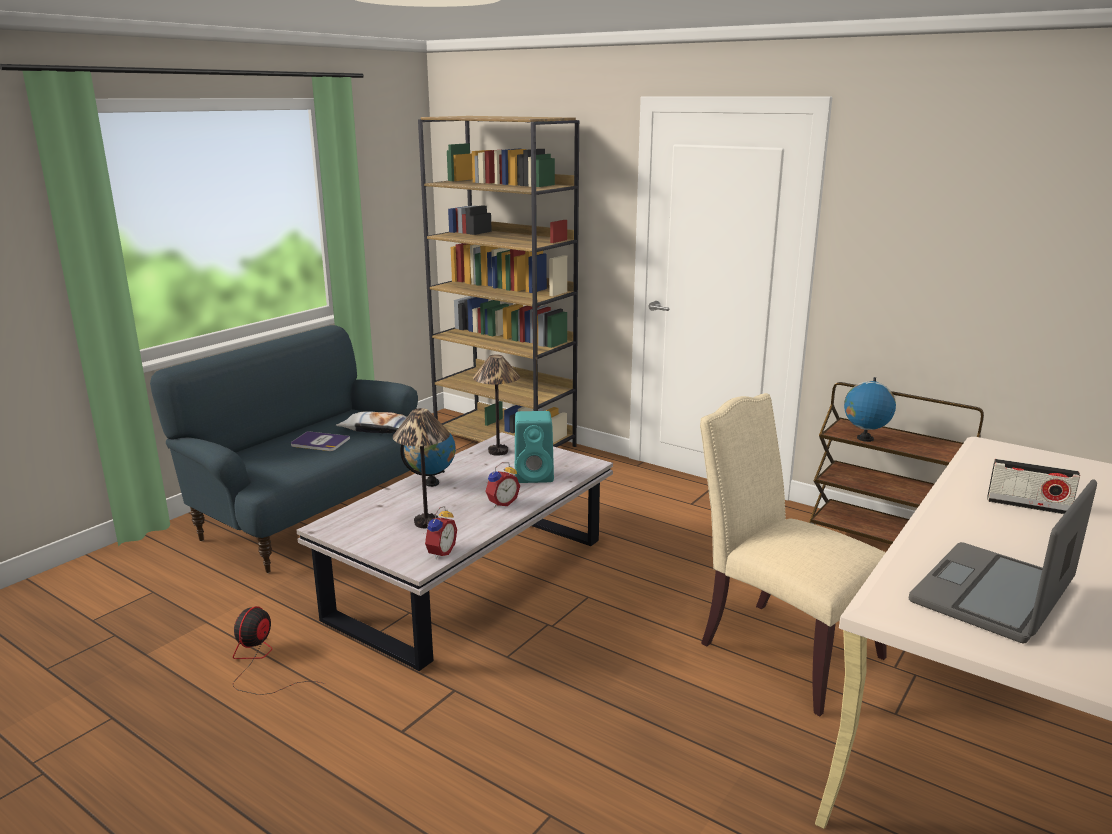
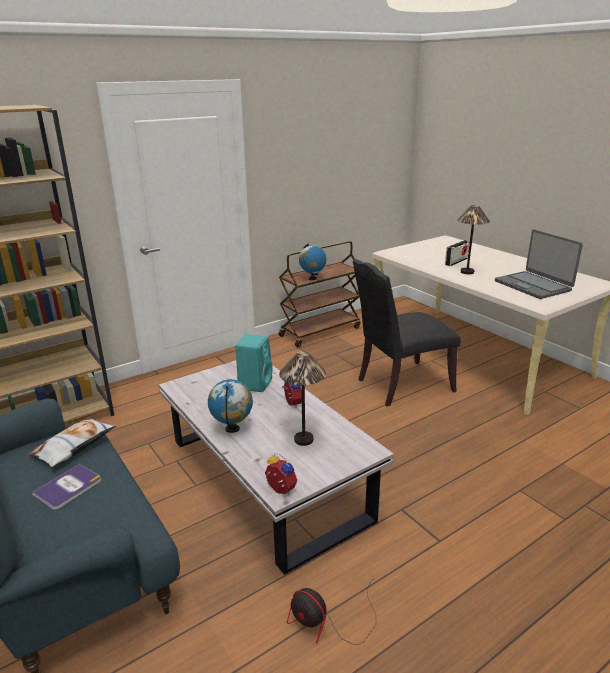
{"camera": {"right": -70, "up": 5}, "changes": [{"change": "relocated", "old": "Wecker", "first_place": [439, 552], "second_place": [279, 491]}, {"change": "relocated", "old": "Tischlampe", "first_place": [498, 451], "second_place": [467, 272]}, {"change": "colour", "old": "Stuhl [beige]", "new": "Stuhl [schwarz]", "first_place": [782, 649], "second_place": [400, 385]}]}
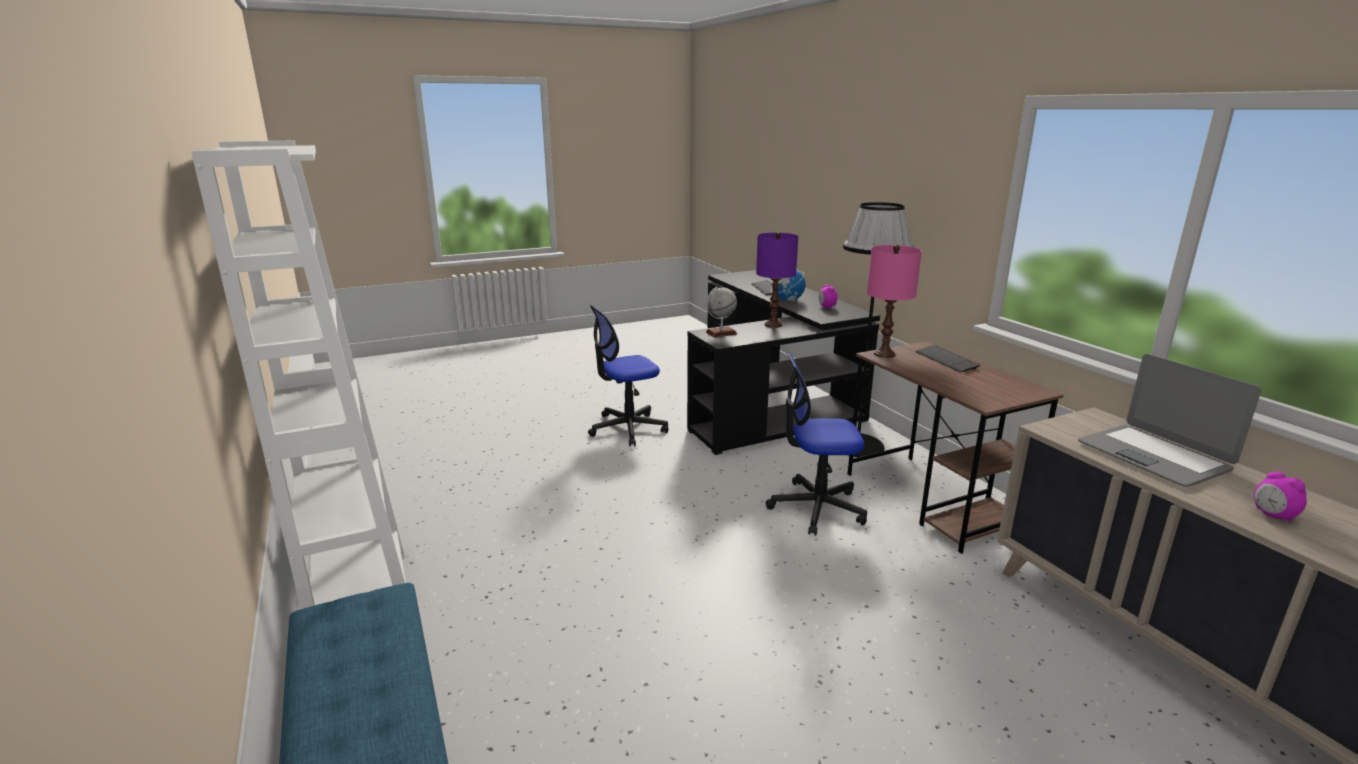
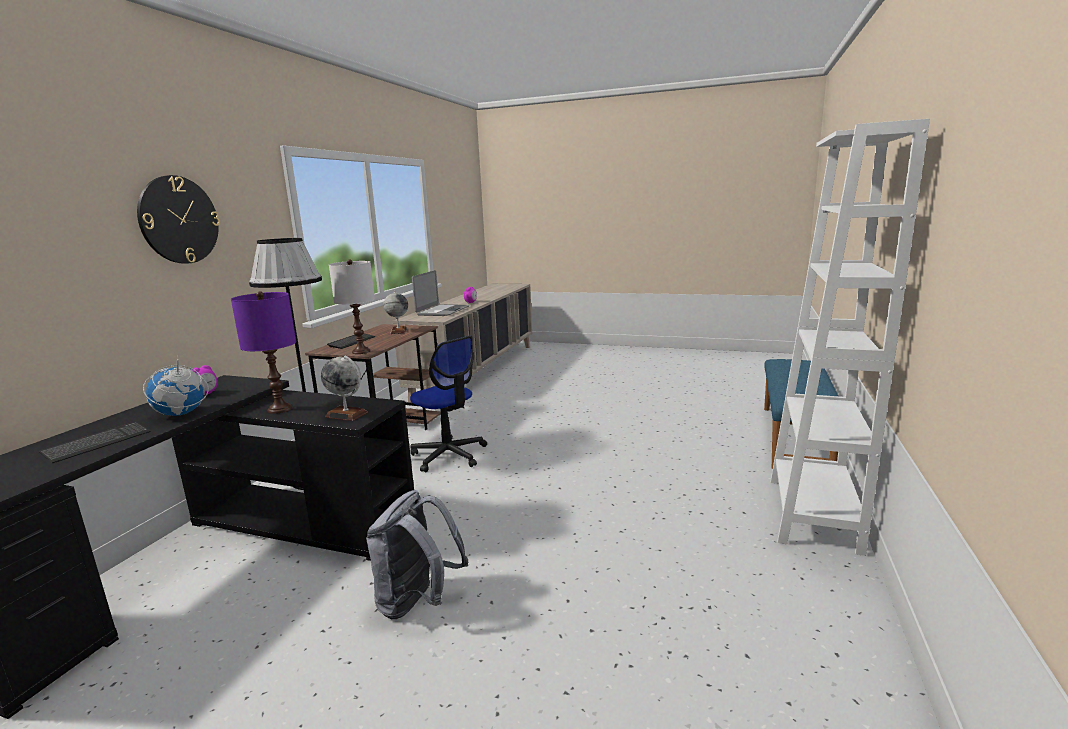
{"camera": {"right": -135, "up": -5}, "changes": [{"change": "exchanged", "old": "Bürostuhl", "new": "Rucksack [grau]", "first_place": [627, 428], "second_place": [417, 602]}, {"change": "colour", "old": "Tischlampe [rosa]", "new": "Tischlampe [weiß]", "first_place": [884, 354], "second_place": [361, 352]}, {"change": "appeared", "new": "Wanduhr", "second_place": [179, 220]}, {"change": "appeared", "new": "Globus", "second_place": [398, 331]}]}
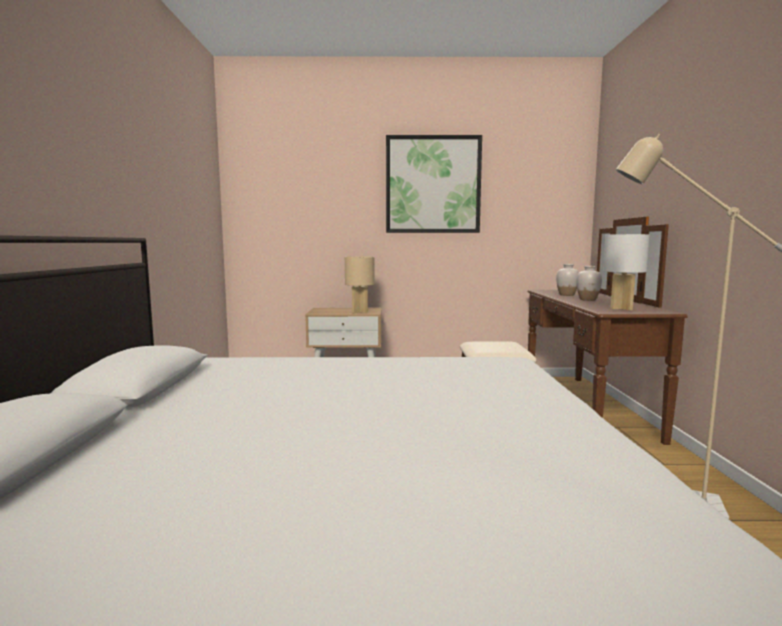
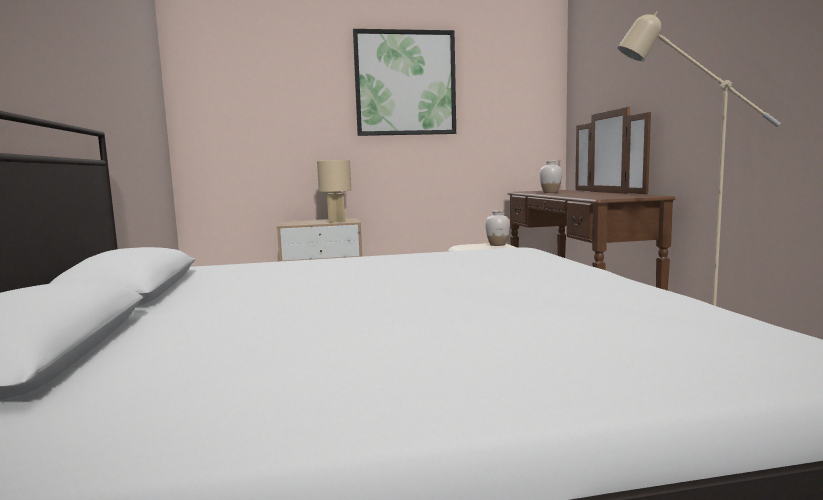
{"camera": {"right": -10, "up": 0}, "changes": [{"change": "relocated", "old": "Vase [weiß]", "first_place": [588, 299], "second_place": [497, 245]}, {"change": "missing", "old": "Tischlampe [weiß]", "first_place": [622, 308]}]}
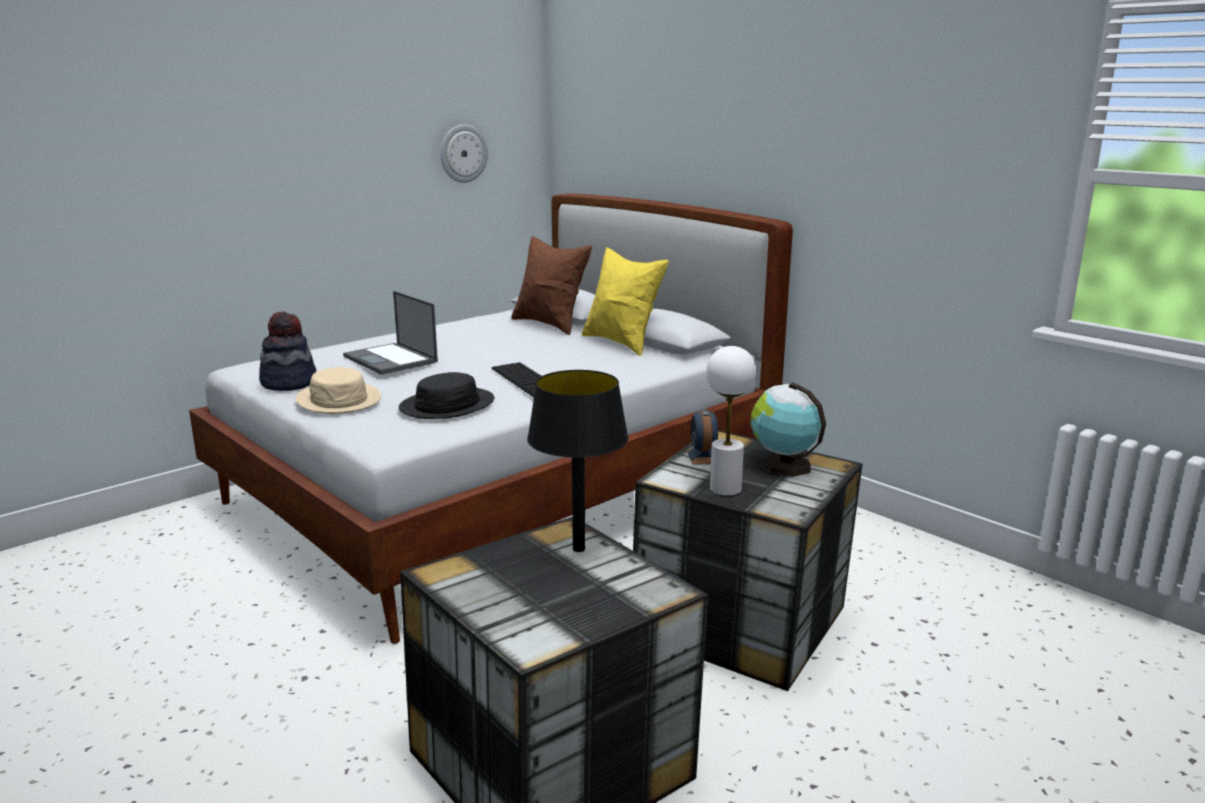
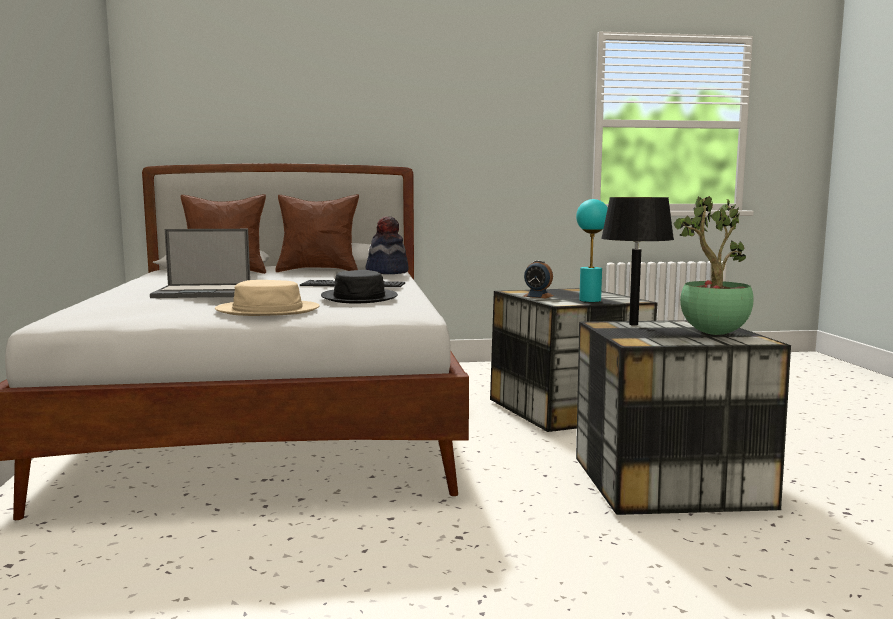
{"camera": {"right": -55, "up": -10}, "changes": [{"change": "relocated", "old": "Hut", "first_place": [289, 383], "second_place": [386, 272]}, {"change": "missing", "old": "Wanduhr", "first_place": [463, 153]}, {"change": "colour", "old": "Kissen [gelb]", "new": "Kissen [braun]", "first_place": [622, 343], "second_place": [318, 271]}, {"change": "colour", "old": "Tischlampe [weiß]", "new": "Tischlampe [türkis]", "first_place": [726, 489], "second_place": [590, 300]}, {"change": "missing", "old": "Globus", "first_place": [783, 465]}, {"change": "appeared", "new": "Topfpflanze", "second_place": [713, 334]}]}
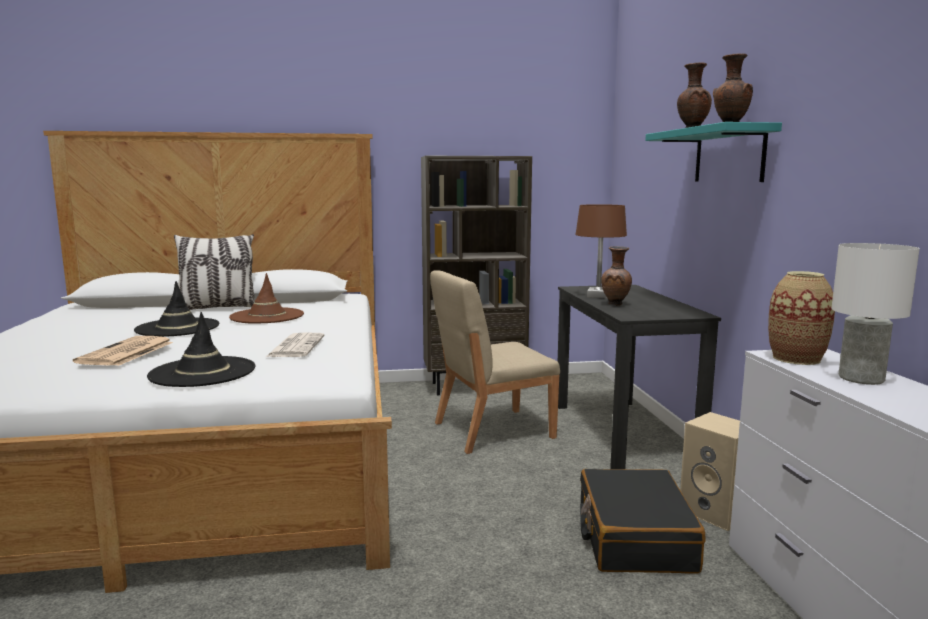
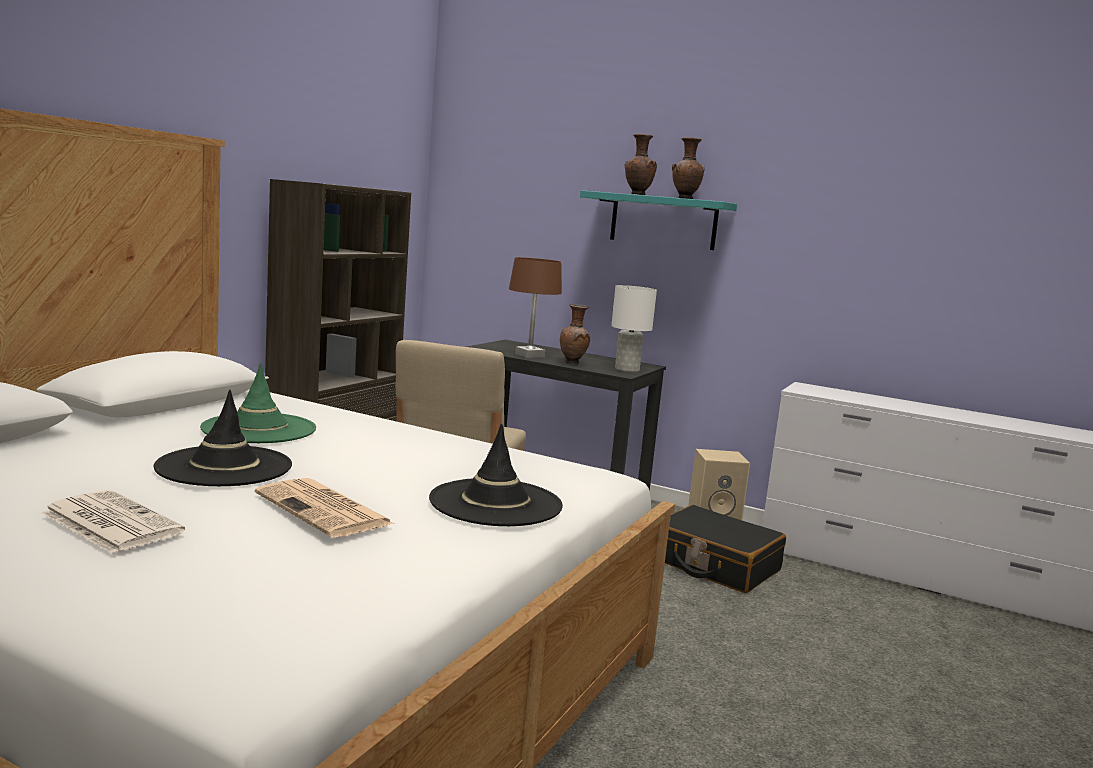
{"camera": {"right": -55, "up": 0}, "changes": [{"change": "missing", "old": "Kissen", "first_place": [217, 308]}, {"change": "colour", "old": "Hut [braun]", "new": "Hut [grün]", "first_place": [267, 316], "second_place": [259, 429]}, {"change": "relocated", "old": "Zeitung", "first_place": [296, 346], "second_place": [109, 522]}, {"change": "missing", "old": "Vase", "first_place": [796, 358]}, {"change": "relocated", "old": "Tischlampe [weiß]", "first_place": [862, 378], "second_place": [627, 369]}]}
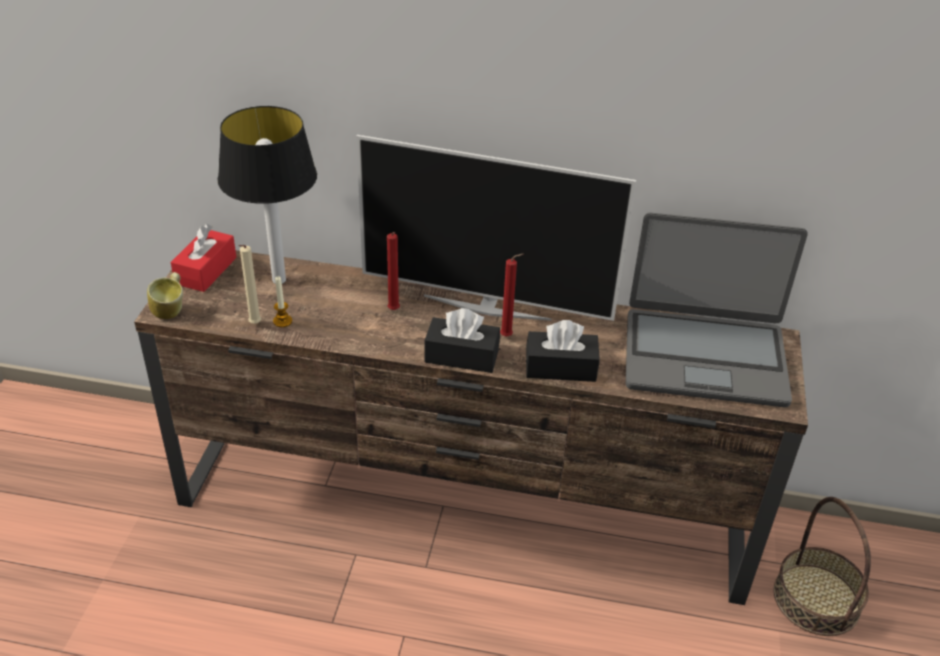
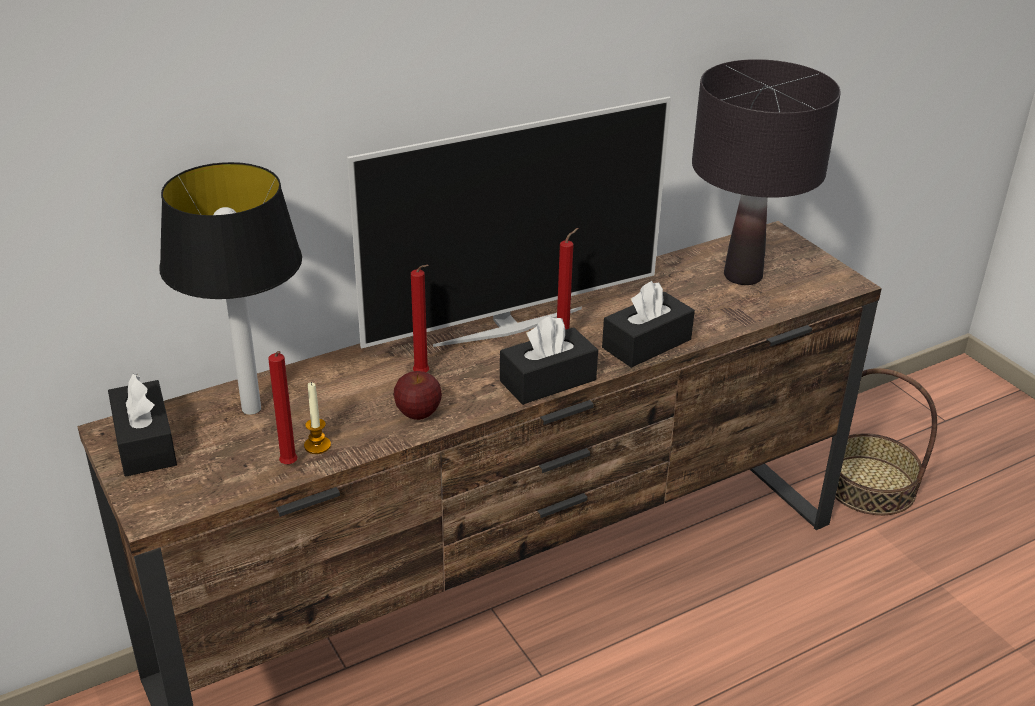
{"camera": {"right": -40, "up": -5}, "changes": [{"change": "missing", "old": "Henkelbecher", "first_place": [171, 310]}, {"change": "colour", "old": "Taschentuchbox [rot]", "new": "Taschentuchbox [schwarz]", "first_place": [206, 271], "second_place": [145, 443]}, {"change": "colour", "old": "Kerze [beige]", "new": "Kerze [rot]", "first_place": [254, 325], "second_place": [289, 466]}, {"change": "exchanged", "old": "Laptop", "new": "Tischlampe [schwarz]", "first_place": [704, 357], "second_place": [743, 275]}, {"change": "appeared", "new": "Apfel", "second_place": [417, 413]}]}
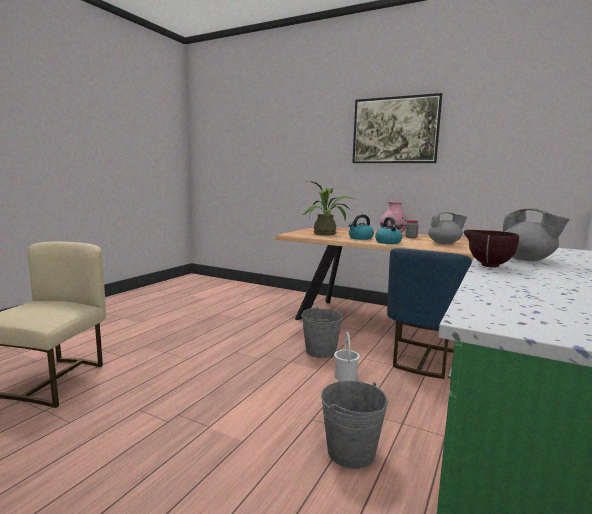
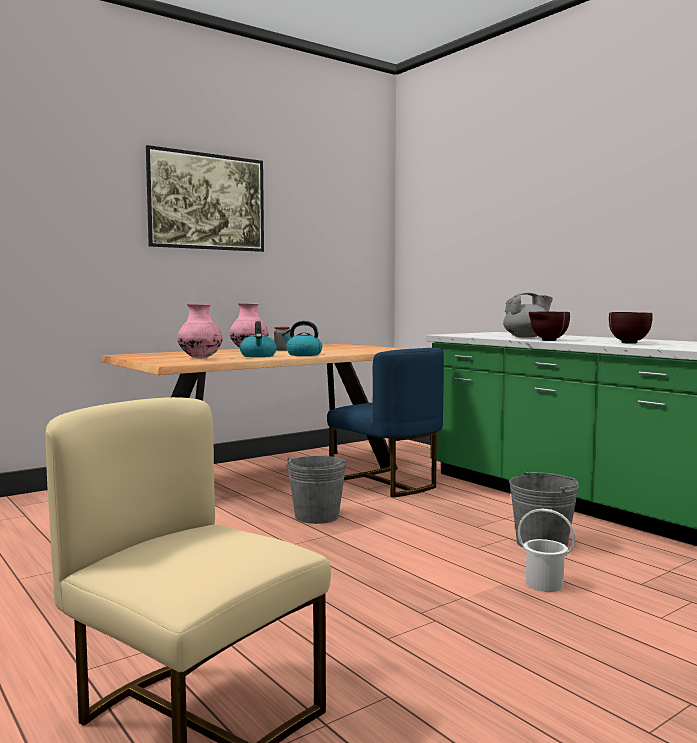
{"camera": {"right": -65, "up": -5}, "changes": [{"change": "exchanged", "old": "Topfpflanze", "new": "Vase [rosa]", "first_place": [327, 234], "second_place": [200, 358]}, {"change": "relocated", "old": "Eimer [weiß]", "first_place": [345, 377], "second_place": [544, 584]}, {"change": "missing", "old": "Teekanne [grau]", "first_place": [445, 243]}, {"change": "appeared", "new": "Schüssel [braun]", "second_place": [628, 343]}]}
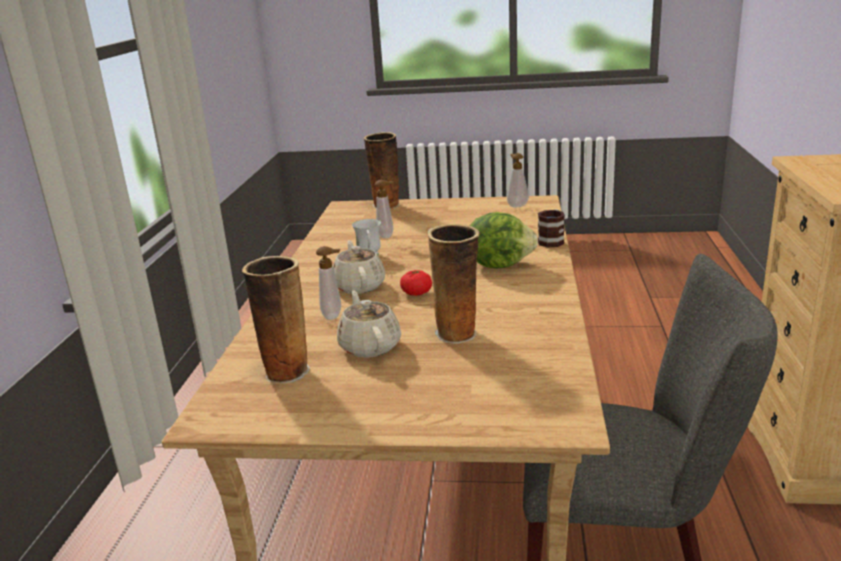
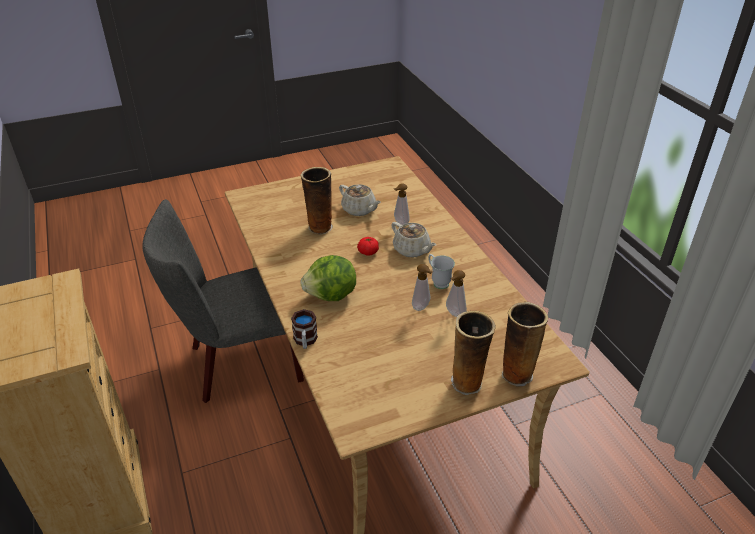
{"camera": {"right": 150, "up": 15}, "changes": [{"change": "relocated", "old": "Vase", "first_place": [286, 371], "second_place": [468, 383]}, {"change": "relocated", "old": "Seifenspender", "first_place": [517, 205], "second_place": [422, 307]}]}
